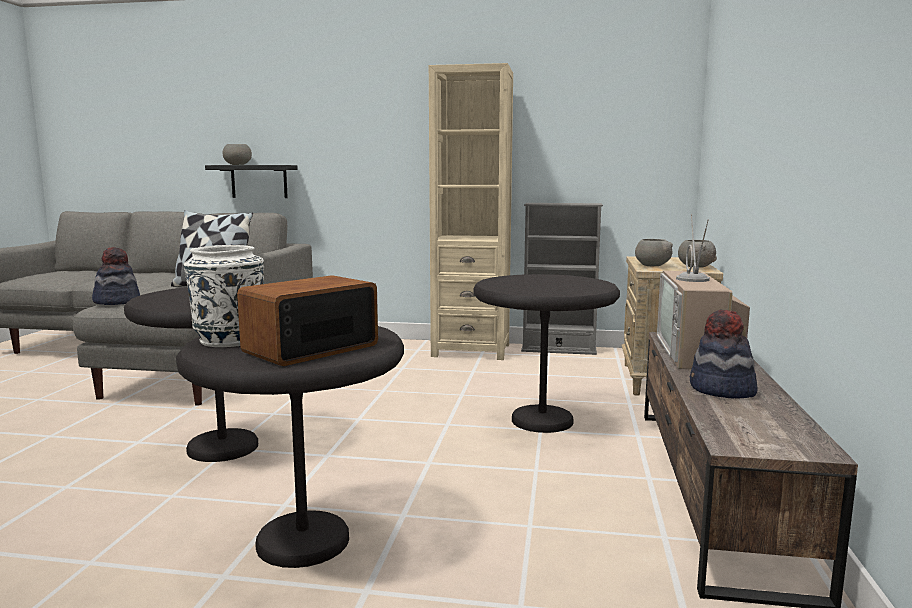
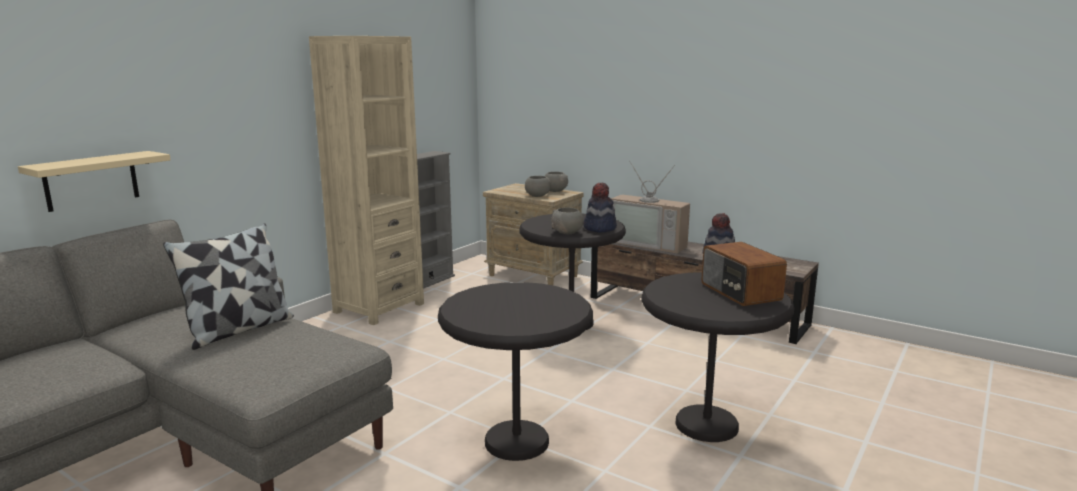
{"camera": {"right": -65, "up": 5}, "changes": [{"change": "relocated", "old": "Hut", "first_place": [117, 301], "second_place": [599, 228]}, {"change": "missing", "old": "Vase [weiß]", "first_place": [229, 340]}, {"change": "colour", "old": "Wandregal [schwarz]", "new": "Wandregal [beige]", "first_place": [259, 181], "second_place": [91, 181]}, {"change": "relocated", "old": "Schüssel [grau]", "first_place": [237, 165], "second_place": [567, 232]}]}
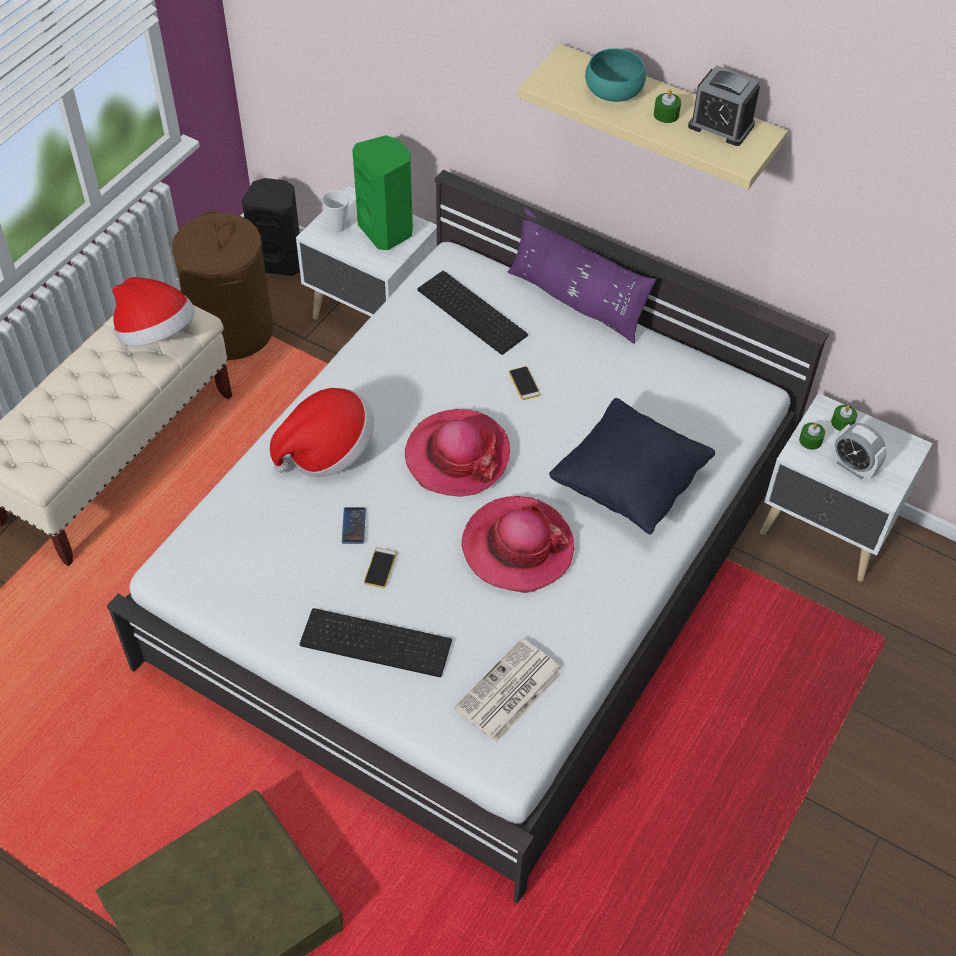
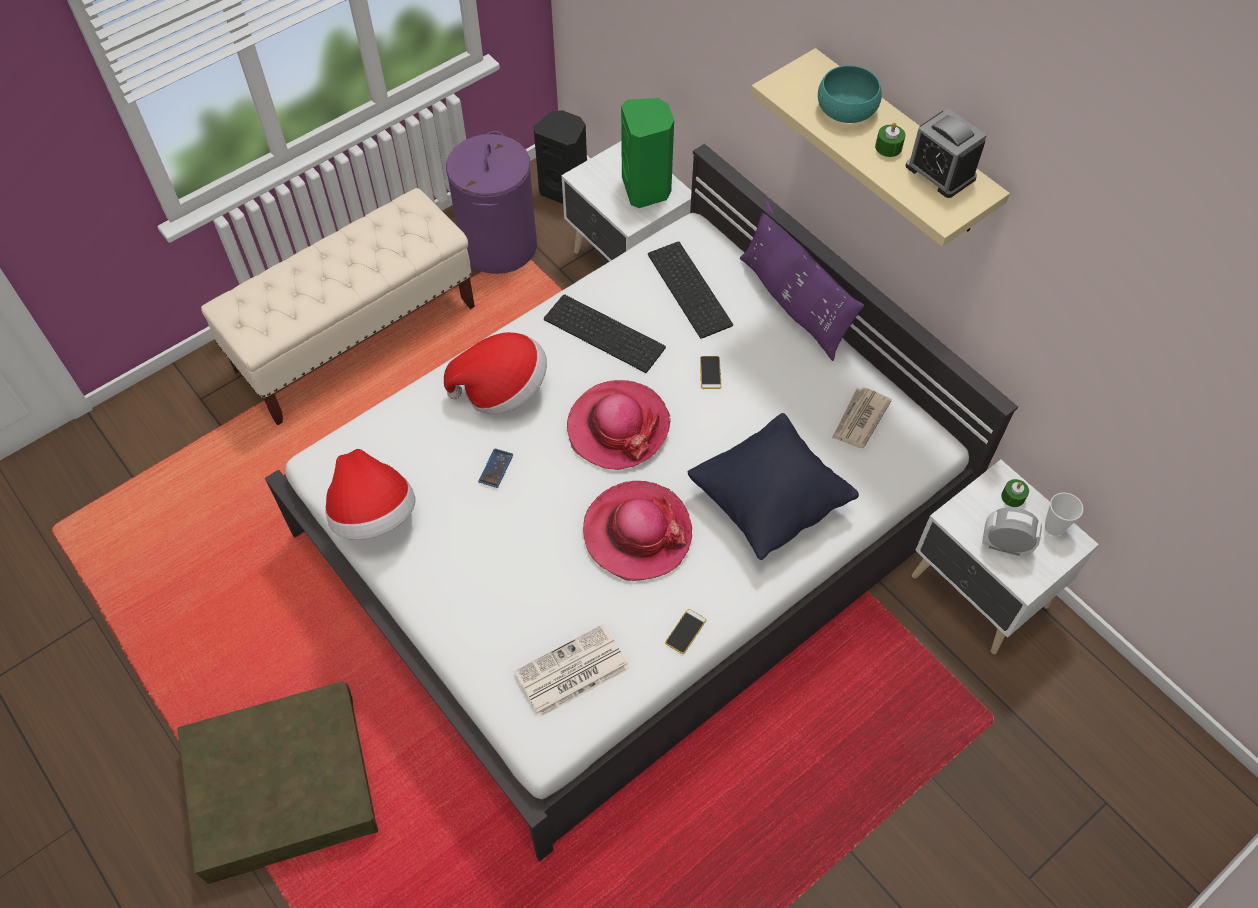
{"camera": {"right": 20, "up": 5}, "changes": [{"change": "relocated", "old": "Hut", "first_place": [156, 334], "second_place": [374, 515]}, {"change": "colour", "old": "Wäschekorb [braun]", "new": "Wäschekorb [lila]", "first_place": [232, 331], "second_place": [499, 246]}, {"change": "relocated", "old": "Tastatur", "first_place": [378, 641], "second_place": [606, 332]}, {"change": "relocated", "old": "Tasse", "first_place": [337, 227], "second_place": [1053, 527]}, {"change": "relocated", "old": "Handy", "first_place": [380, 568], "second_place": [685, 631]}, {"change": "missing", "old": "Kerze [grün]", "first_place": [810, 440]}, {"change": "spun", "old": "Wecker", "first_place": [853, 467], "second_place": [1004, 545], "degrees": 135}, {"change": "appeared", "new": "Zeitung", "second_place": [859, 419]}]}
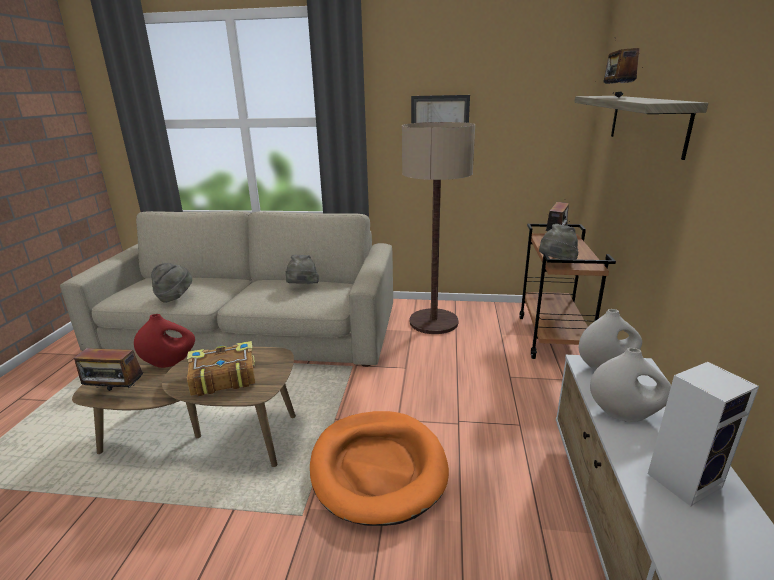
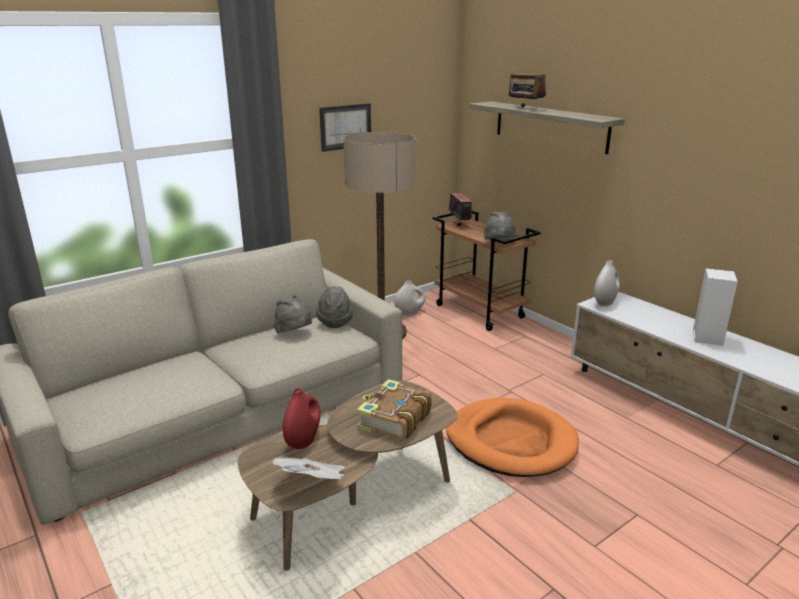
{"camera": {"right": -45, "up": 0}, "changes": [{"change": "exchanged", "old": "Radio", "new": "Zeitung", "first_place": [116, 393], "second_place": [313, 483]}, {"change": "relocated", "old": "Hut [grau]", "first_place": [175, 297], "second_place": [335, 321]}, {"change": "relocated", "old": "Vase [weiß]", "first_place": [624, 414], "second_place": [410, 313]}]}
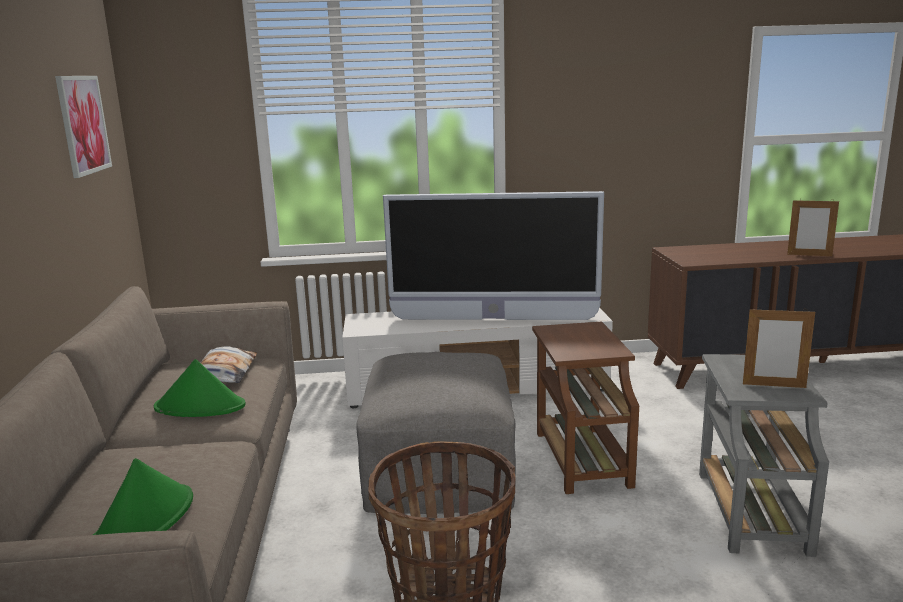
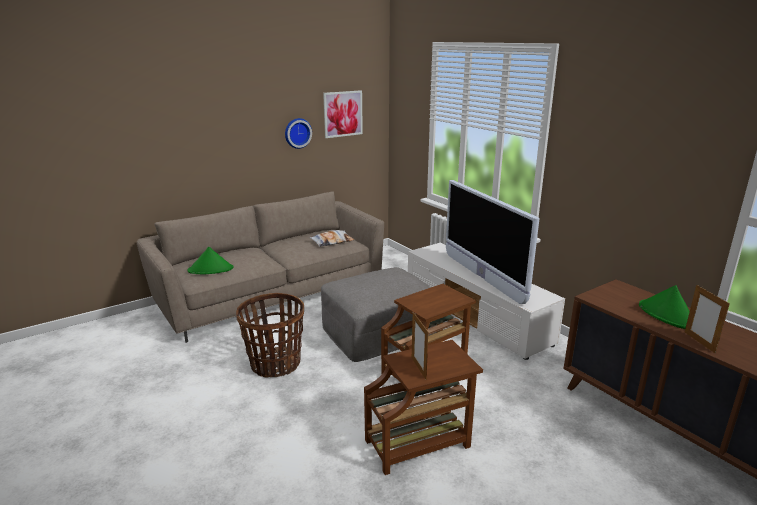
{"camera": {"right": 60, "up": 5}, "changes": [{"change": "relocated", "old": "Hut [grün]", "first_place": [200, 407], "second_place": [667, 315]}, {"change": "colour", "old": "Beistelltisch [grau]", "new": "Beistelltisch [braun]", "first_place": [750, 510], "second_place": [420, 443]}, {"change": "appeared", "new": "Wanduhr", "second_place": [297, 133]}]}
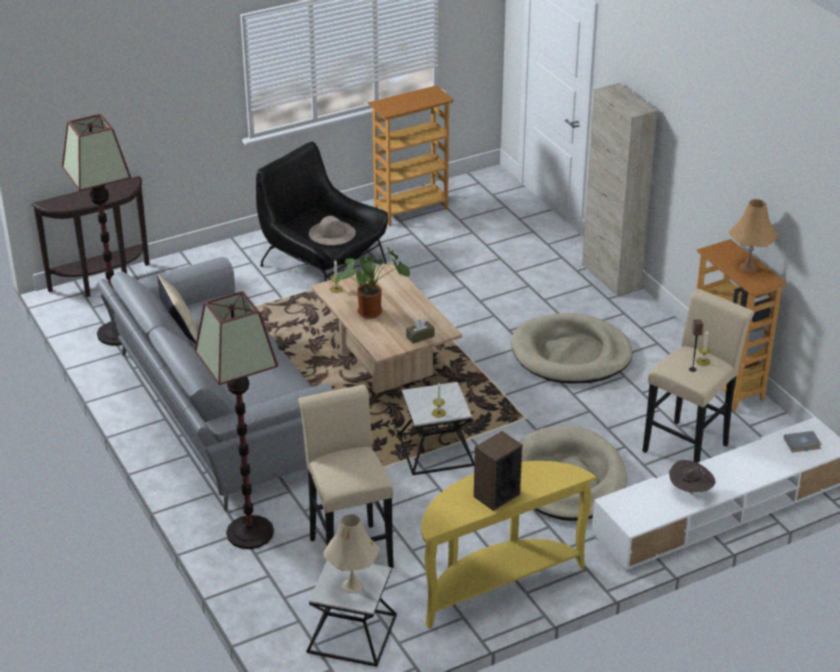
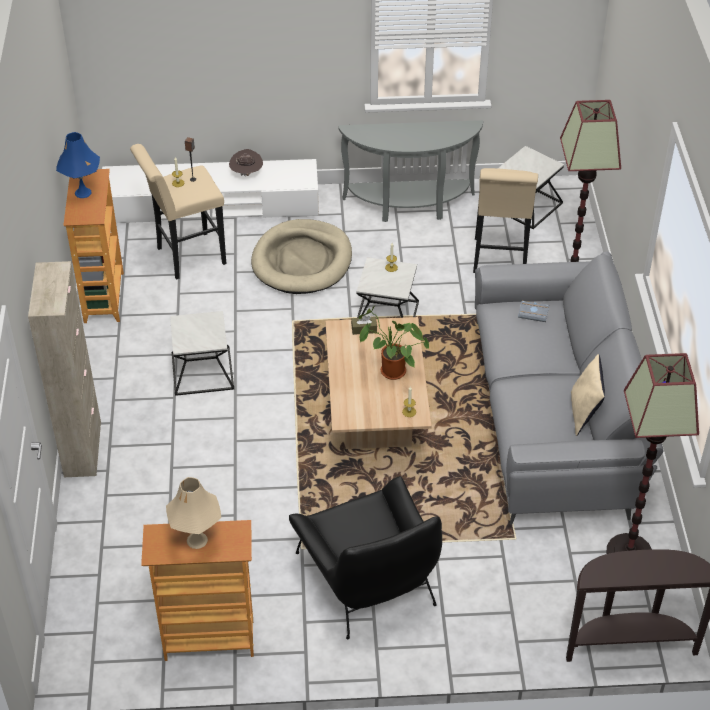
{"camera": {"right": -155, "up": 10}, "changes": [{"change": "missing", "old": "Hut [beige]", "first_place": [332, 233]}, {"change": "relocated", "old": "Tischlampe [beige]", "first_place": [352, 585], "second_place": [197, 540]}, {"change": "colour", "old": "Konsolentisch [gelb]", "new": "Konsolentisch [grau]", "first_place": [495, 582], "second_place": [409, 207]}, {"change": "missing", "old": "Lautsprecher", "first_place": [496, 495]}, {"change": "exchanged", "old": "Hundebett [beige]", "new": "Beistelltisch", "first_place": [571, 354], "second_place": [202, 371]}, {"change": "colour", "old": "Tischlampe [orange]", "new": "Tischlampe [blau]", "first_place": [748, 267], "second_place": [83, 193]}, {"change": "relocated", "old": "Buch [grau]", "first_place": [801, 444], "second_place": [534, 313]}]}
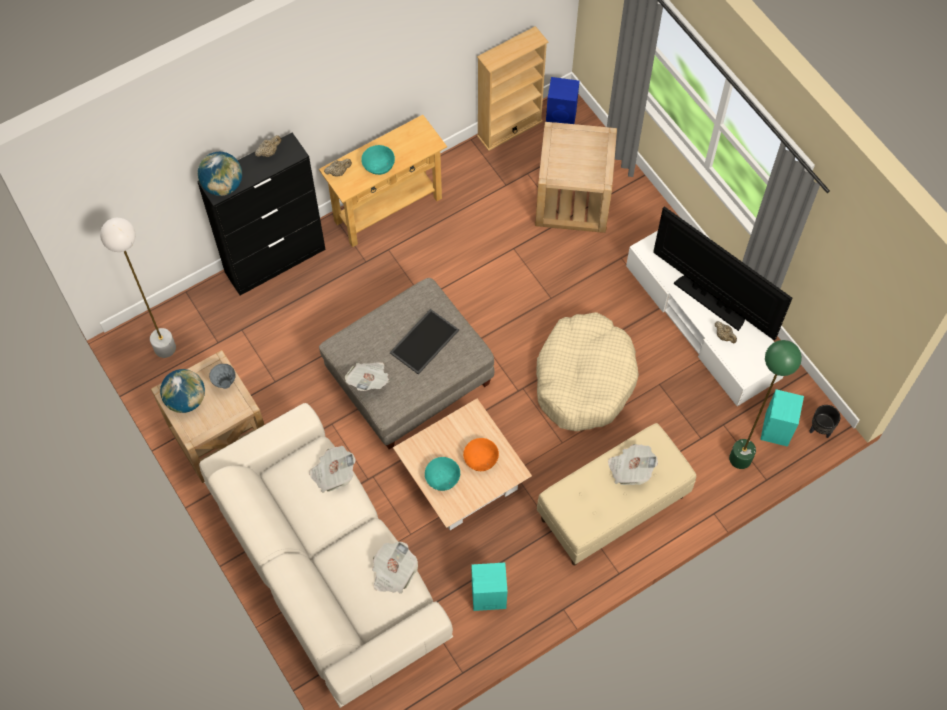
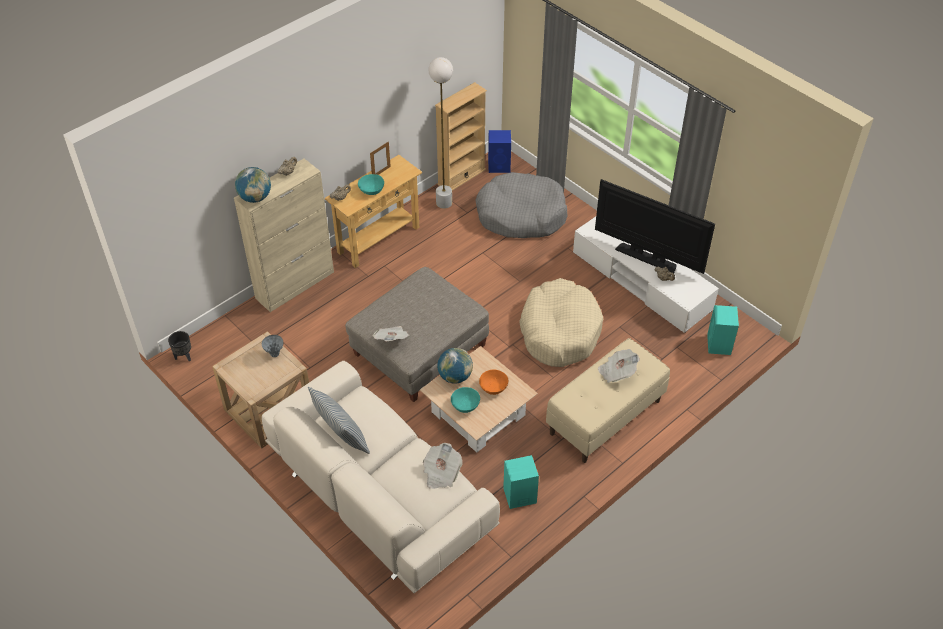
{"camera": {"right": -10, "up": -15}, "changes": [{"change": "relocated", "old": "Stehlampe [weiß]", "first_place": [165, 348], "second_place": [444, 203]}, {"change": "relocated", "old": "Globus", "first_place": [186, 400], "second_place": [455, 376]}, {"change": "colour", "old": "Schrank [schwarz]", "new": "Schrank [beige]", "first_place": [276, 261], "second_place": [295, 285]}, {"change": "missing", "old": "Zeitung", "first_place": [333, 474]}, {"change": "missing", "old": "Tablett", "first_place": [424, 340]}, {"change": "exchanged", "old": "Beistelltisch [beige]", "new": "Hundebett [grau]", "first_place": [573, 199], "second_place": [521, 215]}, {"change": "missing", "old": "Stehlampe [grün]", "first_place": [740, 458]}, {"change": "relocated", "old": "Pflanzkübel [schwarz]", "first_place": [820, 430], "second_place": [184, 357]}, {"change": "appeared", "new": "Kissen", "second_place": [341, 438]}, {"change": "appeared", "new": "Bilderrahmen", "second_place": [381, 172]}]}
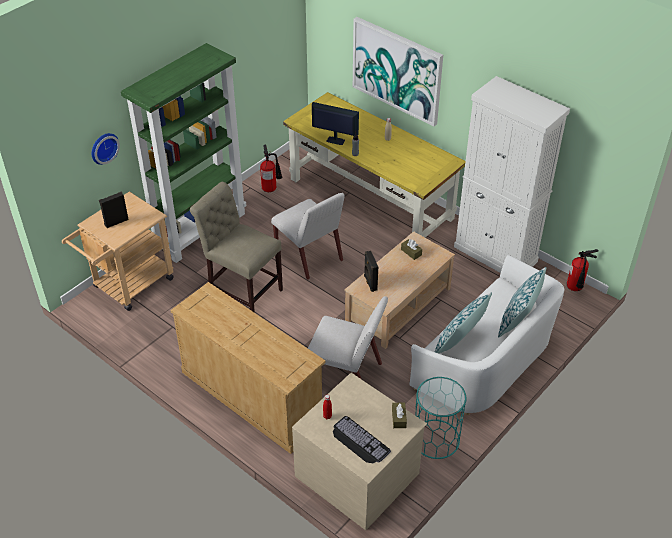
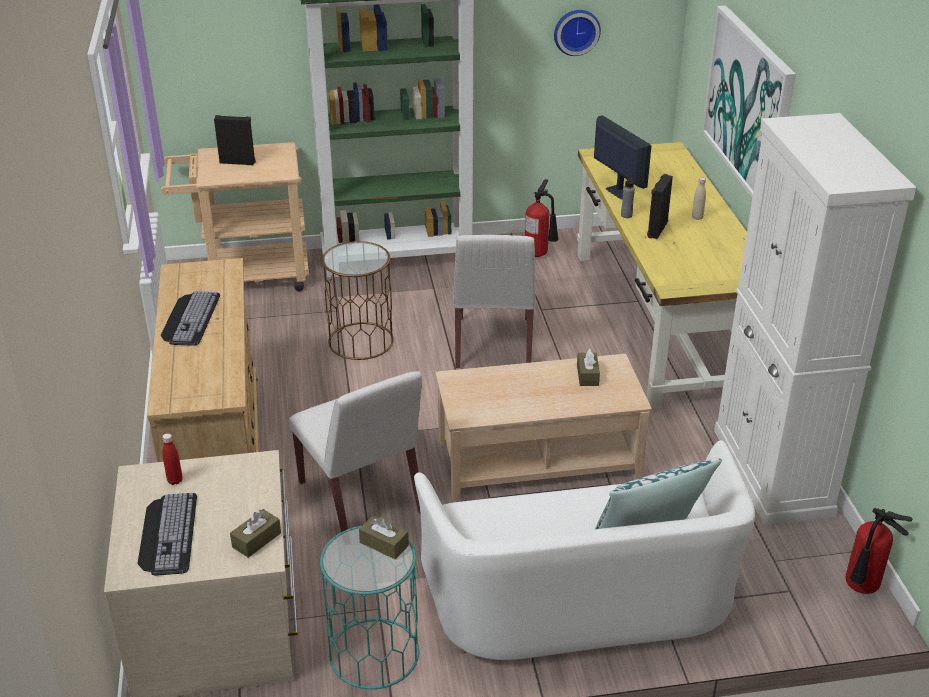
{"camera": {"right": 40, "up": -10}, "changes": [{"change": "relocated", "old": "Wanduhr", "first_place": [103, 147], "second_place": [576, 31]}, {"change": "exchanged", "old": "Stuhl [beige]", "new": "Beistelltisch [braun]", "first_place": [242, 291], "second_place": [361, 341]}, {"change": "relocated", "old": "Lautsprecher [schwarz]", "first_place": [370, 283], "second_place": [656, 229]}, {"change": "missing", "old": "Kissen", "first_place": [459, 343]}, {"change": "appeared", "new": "Tastatur", "second_place": [189, 318]}, {"change": "appeared", "new": "Taschentuchbox [braun]", "second_place": [384, 544]}]}
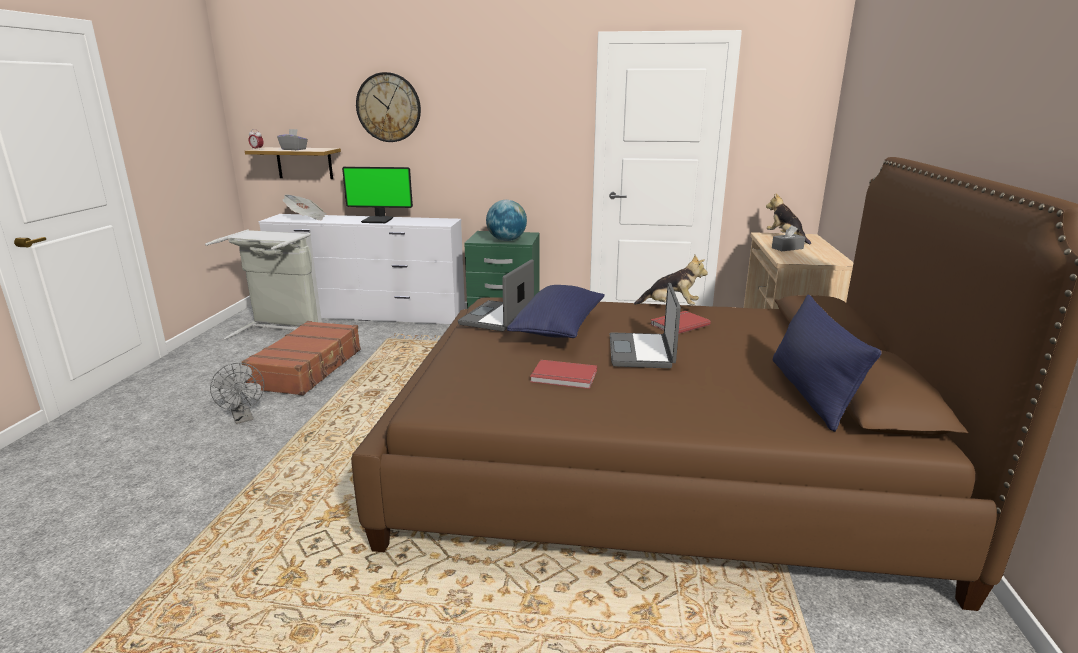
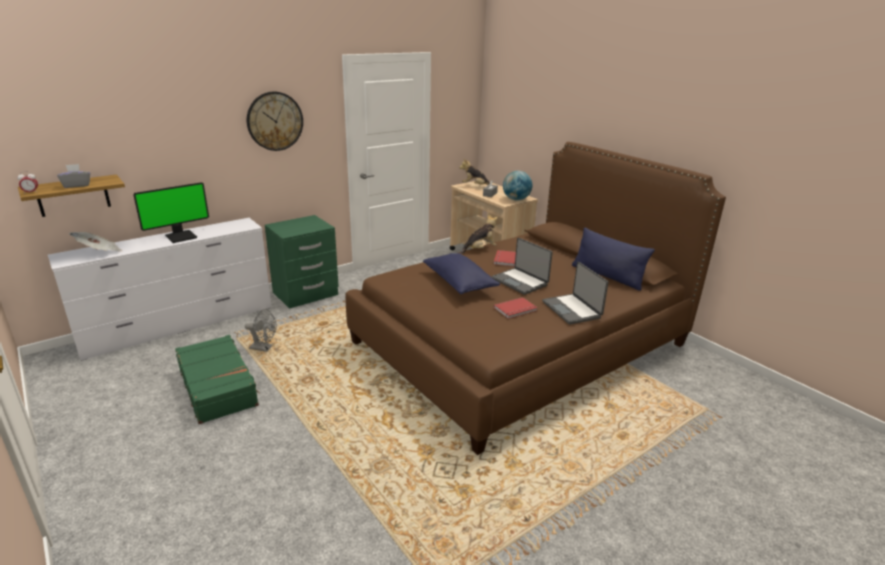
{"camera": {"right": -45, "up": 5}, "changes": [{"change": "missing", "old": "Wäschekorb [grau]", "first_place": [280, 330]}, {"change": "relocated", "old": "Ventilator [grau]", "first_place": [243, 418], "second_place": [264, 348]}, {"change": "colour", "old": "Koffer [braun]", "new": "Koffer [grün]", "first_place": [308, 368], "second_place": [218, 386]}, {"change": "relocated", "old": "Wanduhr", "first_place": [388, 107], "second_place": [275, 121]}, {"change": "relocated", "old": "Laptop", "first_place": [498, 317], "second_place": [572, 309]}, {"change": "relocated", "old": "Globus", "first_place": [506, 240], "second_place": [516, 199]}]}
